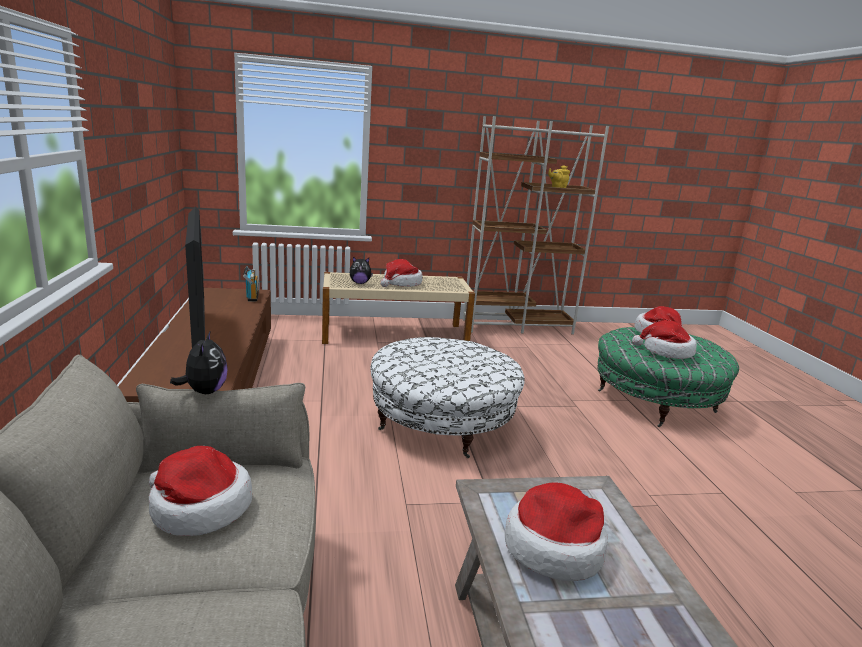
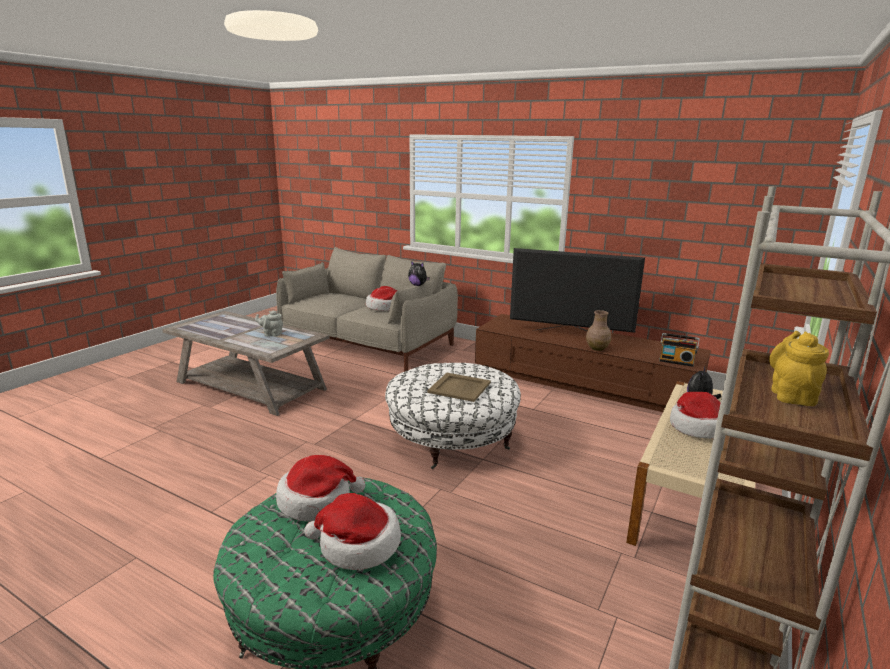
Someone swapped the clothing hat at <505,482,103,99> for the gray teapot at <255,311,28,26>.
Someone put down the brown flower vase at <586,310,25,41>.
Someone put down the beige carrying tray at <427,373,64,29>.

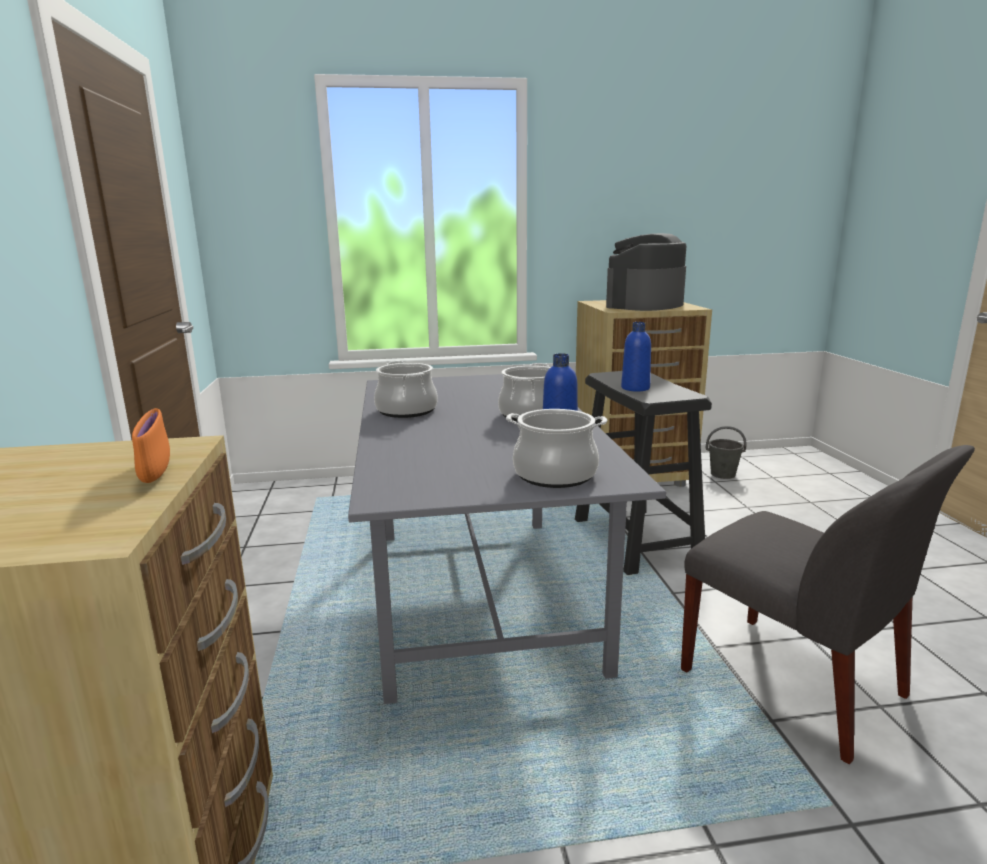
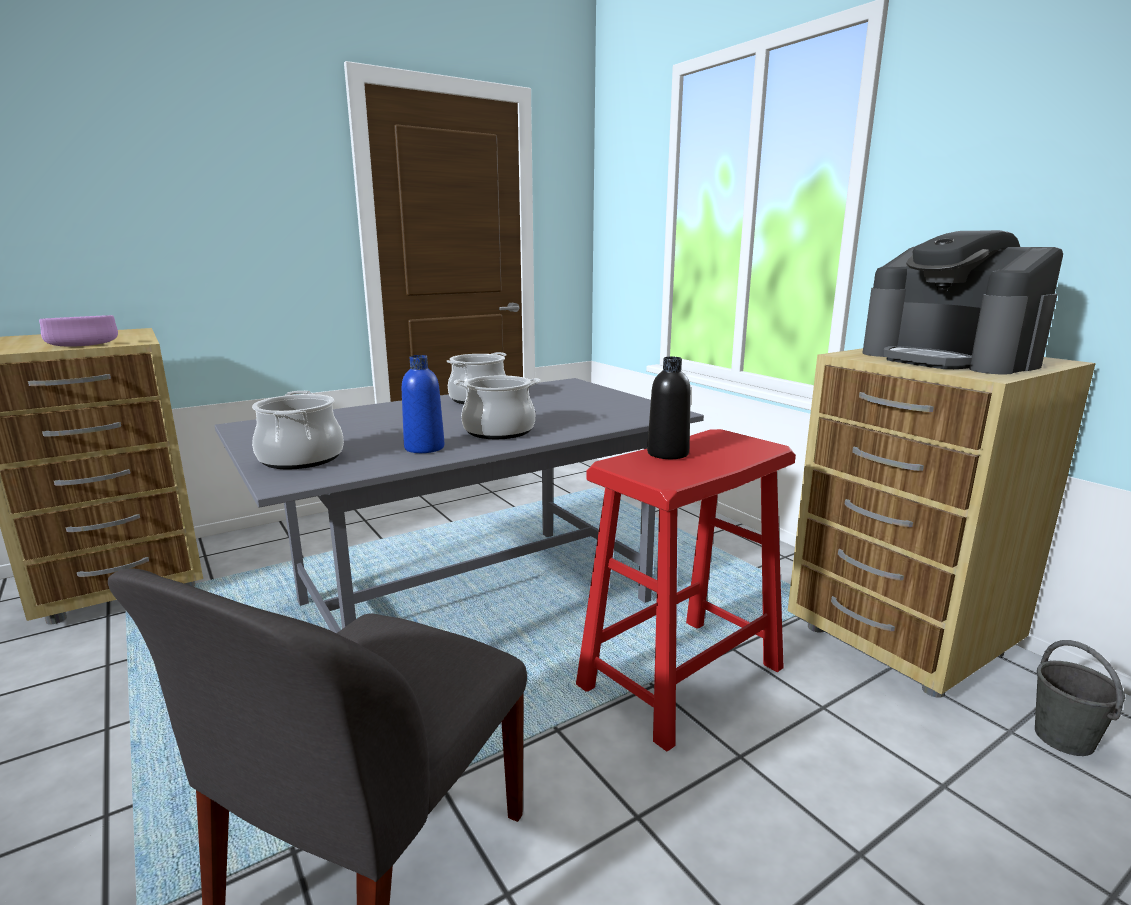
Someone rotated the coffee maker at <606,233,80,78> by 135 degrees counterclockwise.
Someone repainted the blue bottle at <621,322,30,70>, which became the black bottle at <647,357,44,102>.
Someone repainted the black stool at <575,371,137,204>, which became the reddish stool at <576,429,220,322>.
Someone repainted the orange-coloured serving bowl at <132,408,38,75>, which became the purple serving bowl at <39,315,79,32>.

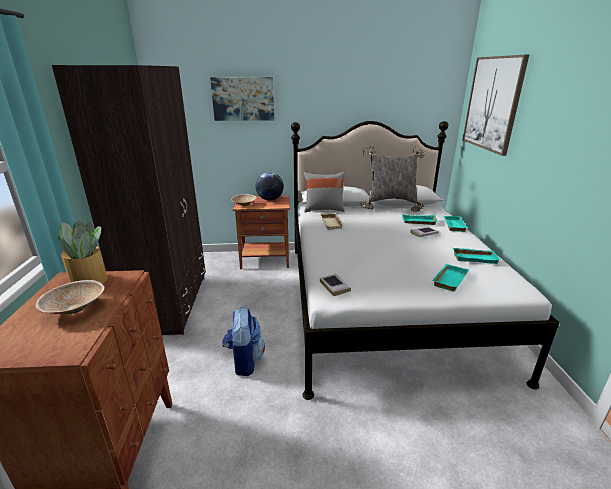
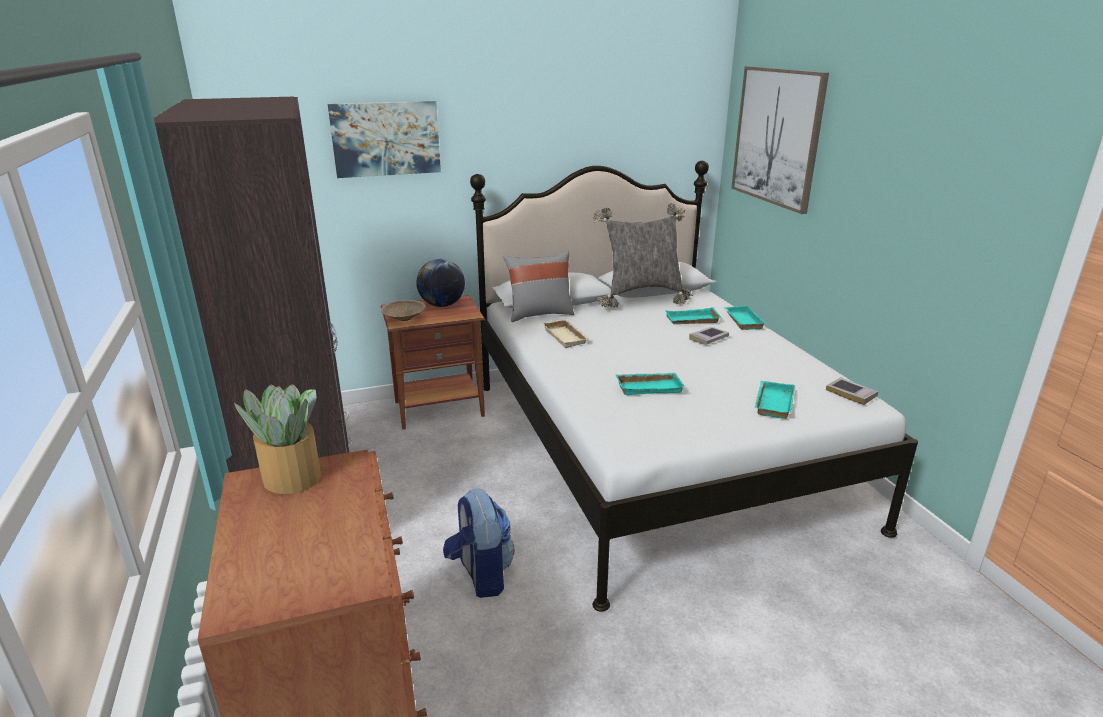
Someone carried the turquoise-coloured carrying tray from <453,248,47,16> to <616,373,68,22>.
Someone carried the book from <320,274,31,22> to <826,377,52,28>.
Someone took away the beige serving bowl at <35,280,70,34>.

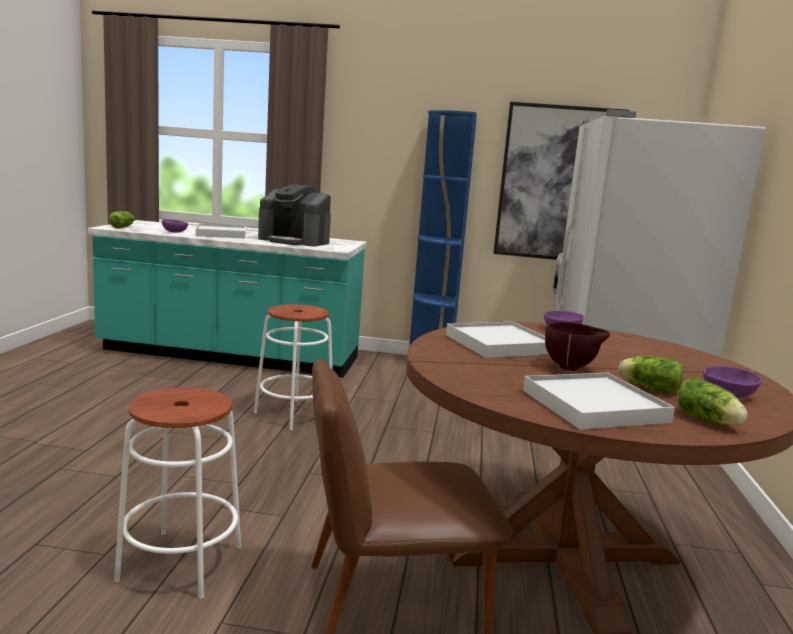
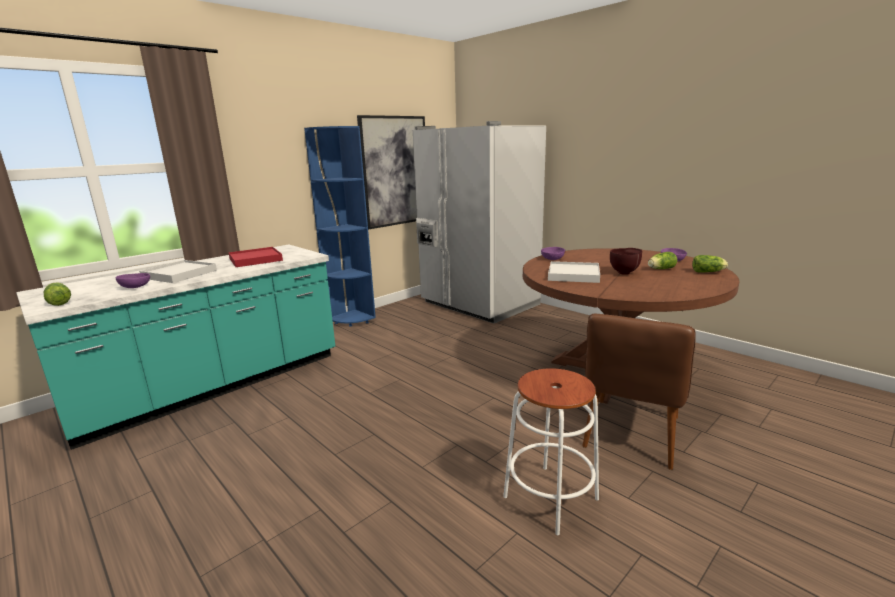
Someone swapped the coffee maker at <258,184,73,62> for the reddish carrying tray at <228,247,55,20>.
Someone took away the whitish stool at <254,304,79,126>.
Someone took away the whitish carrying tray at <523,373,152,57>.

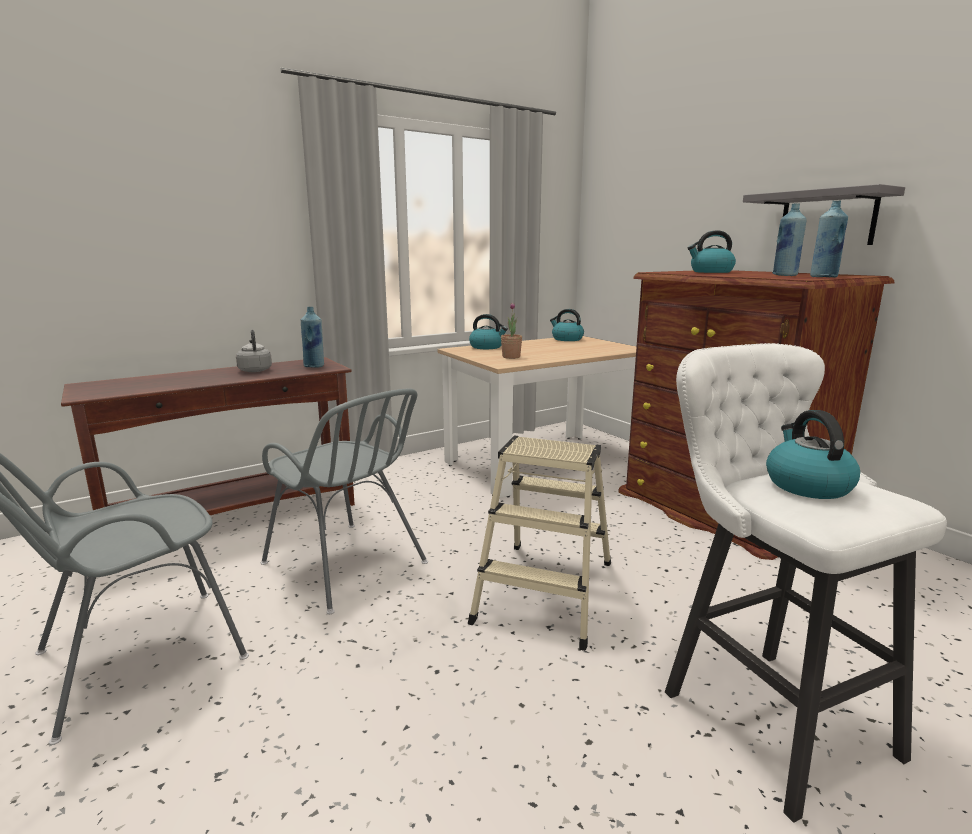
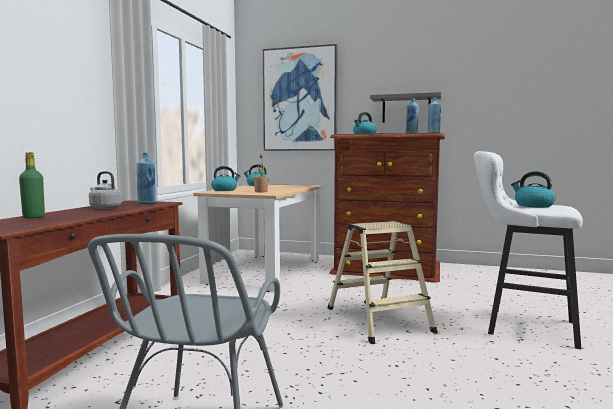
Someone took away the gray upright chair at <261,388,167,226>.
Someone put up the wall art at <263,44,75,107>.
Someone put down the green-coloured bottle at <19,152,26,66>.

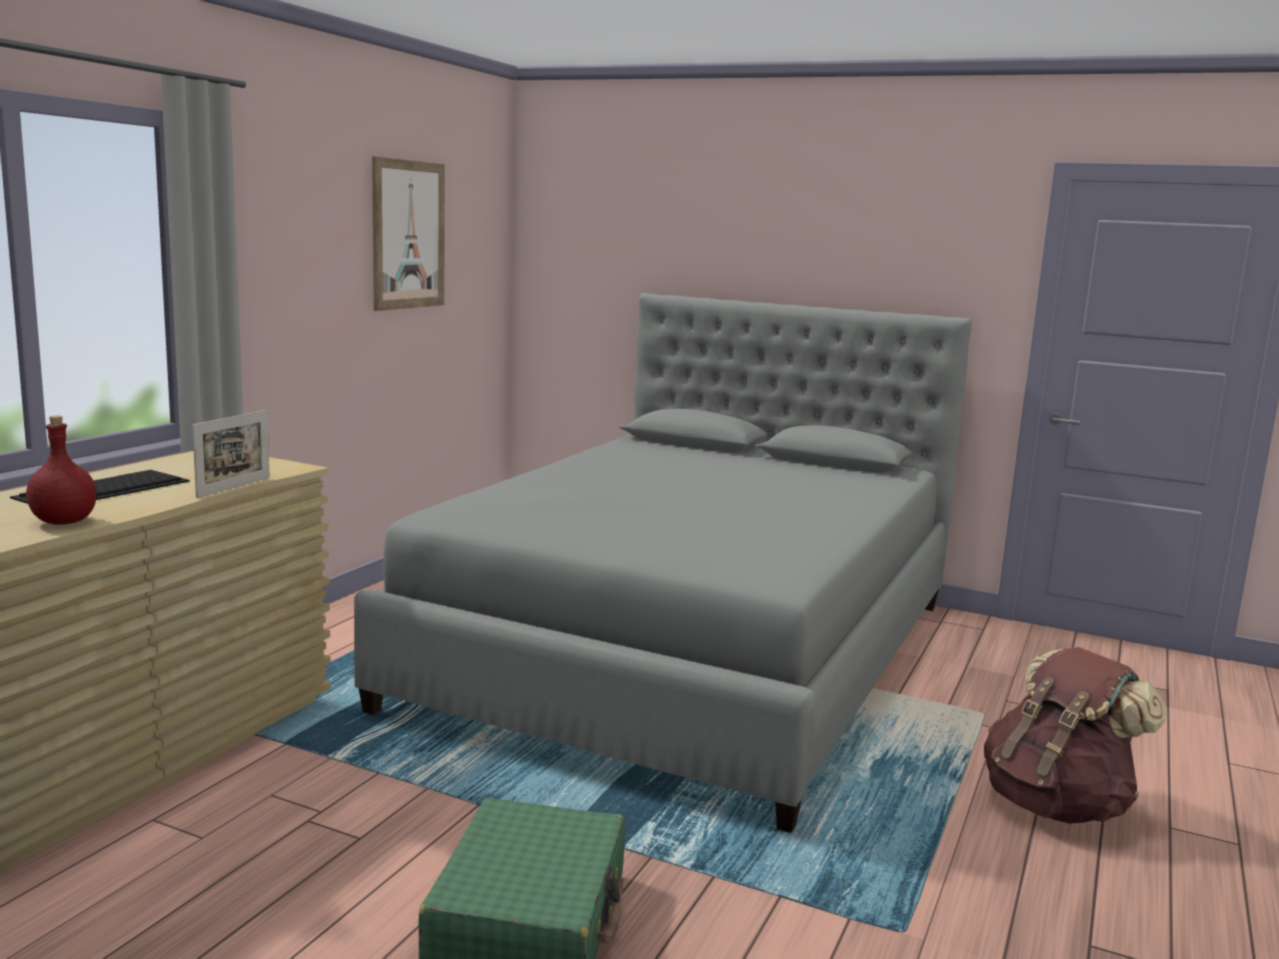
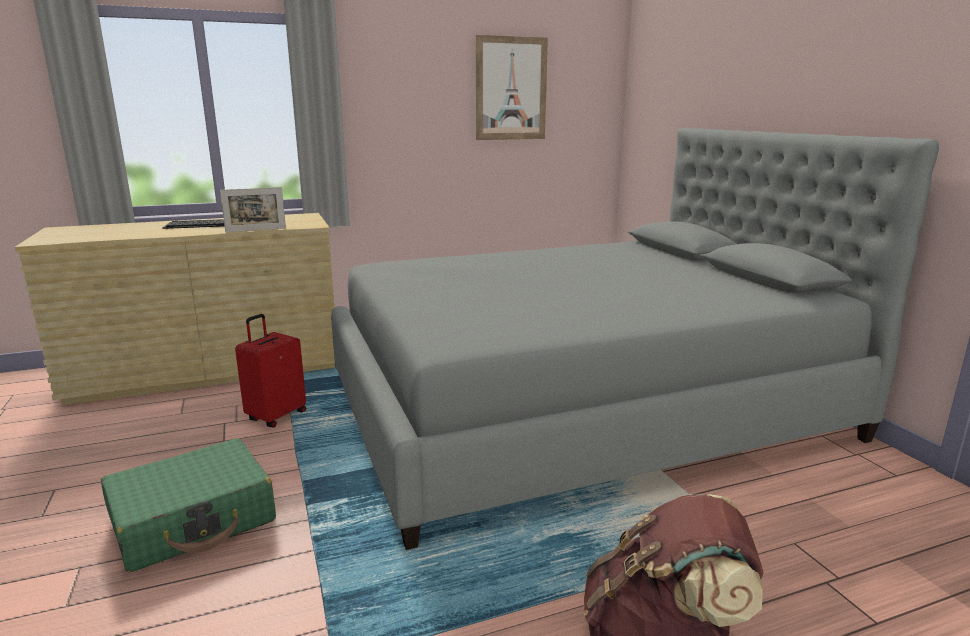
Someone took away the reddish bottle at <26,416,71,109>.
Someone put down the reddish suitcase at <235,314,71,114>.

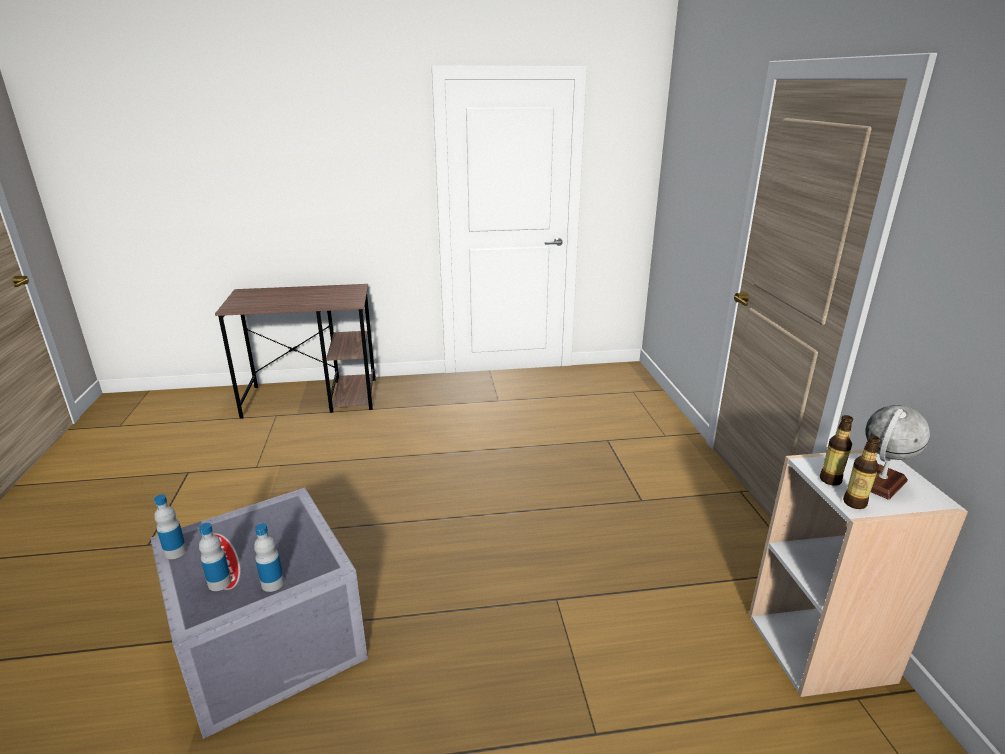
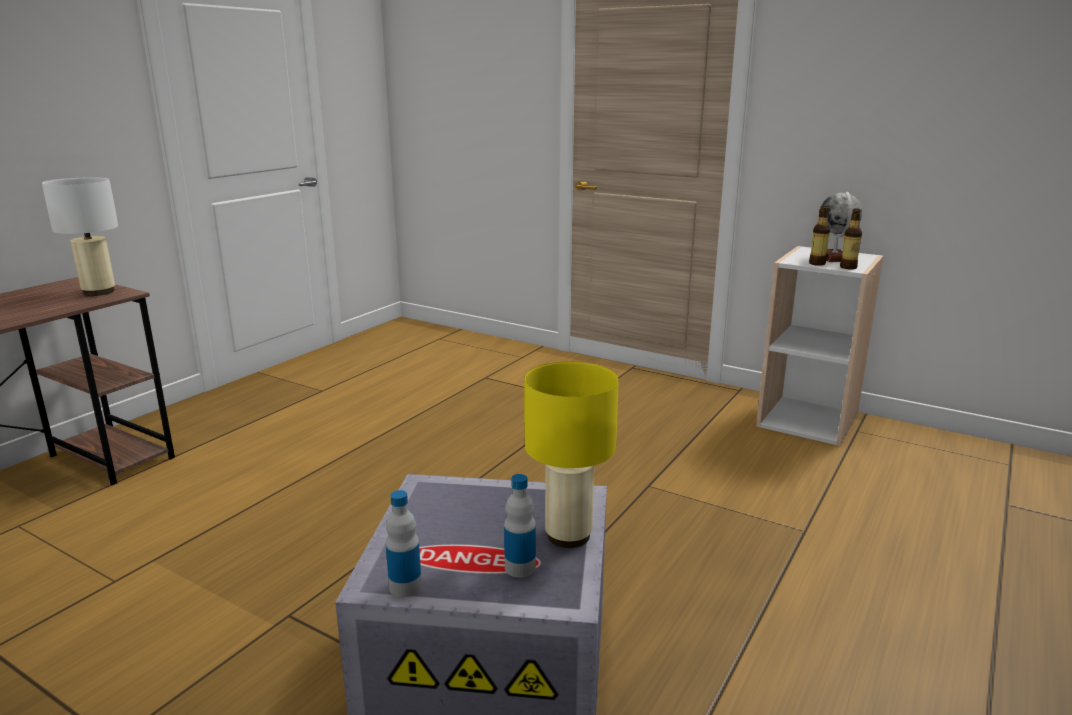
Someone swapped the bottle at <254,523,30,69> for the yellow-coloured table lamp at <524,362,94,186>.
Someone put down the whitish table lamp at <42,177,76,119>.

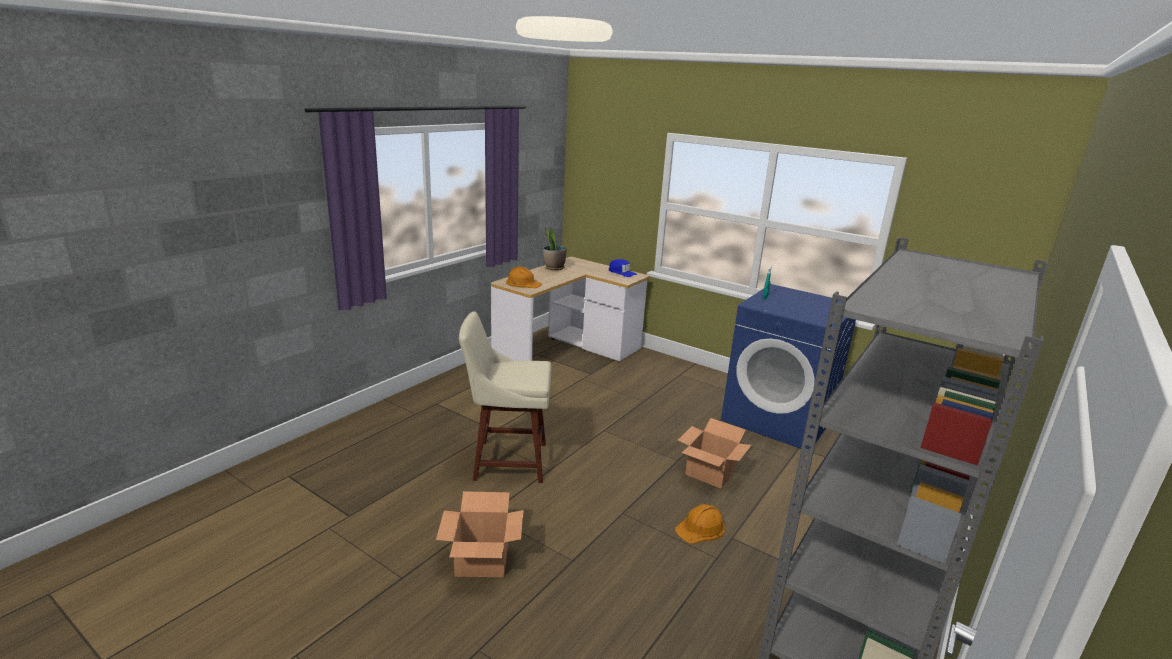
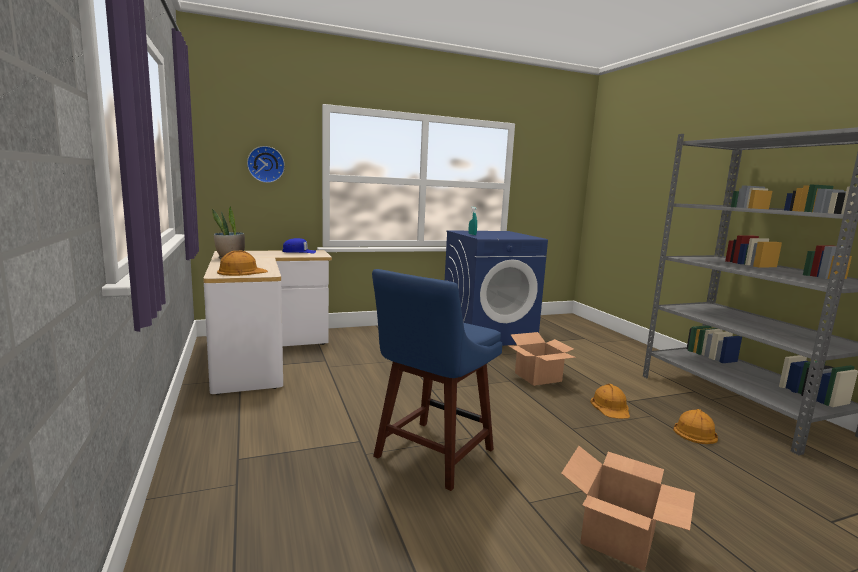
Someone repainted the beige stool at <459,312,92,171>, which became the blue stool at <372,269,130,222>.
Someone put up the clock on the wall at <247,146,38,37>.
Someone put down the orange-coloured hard hat at <673,409,45,35>.

